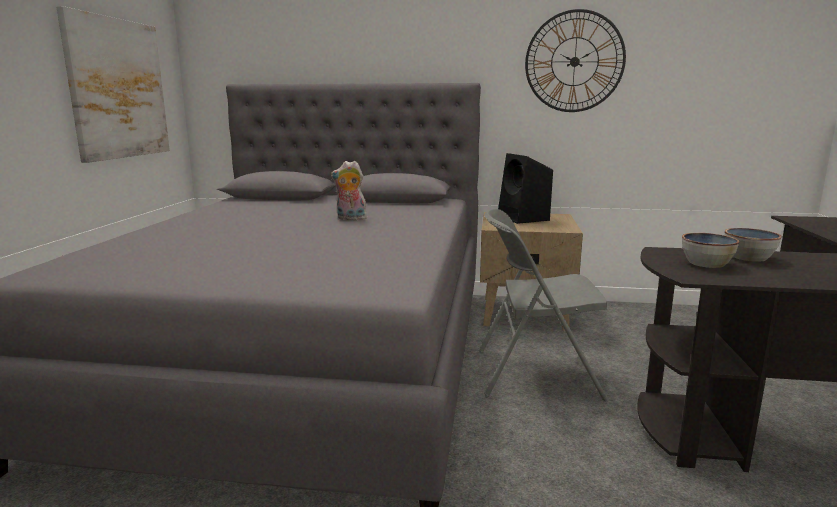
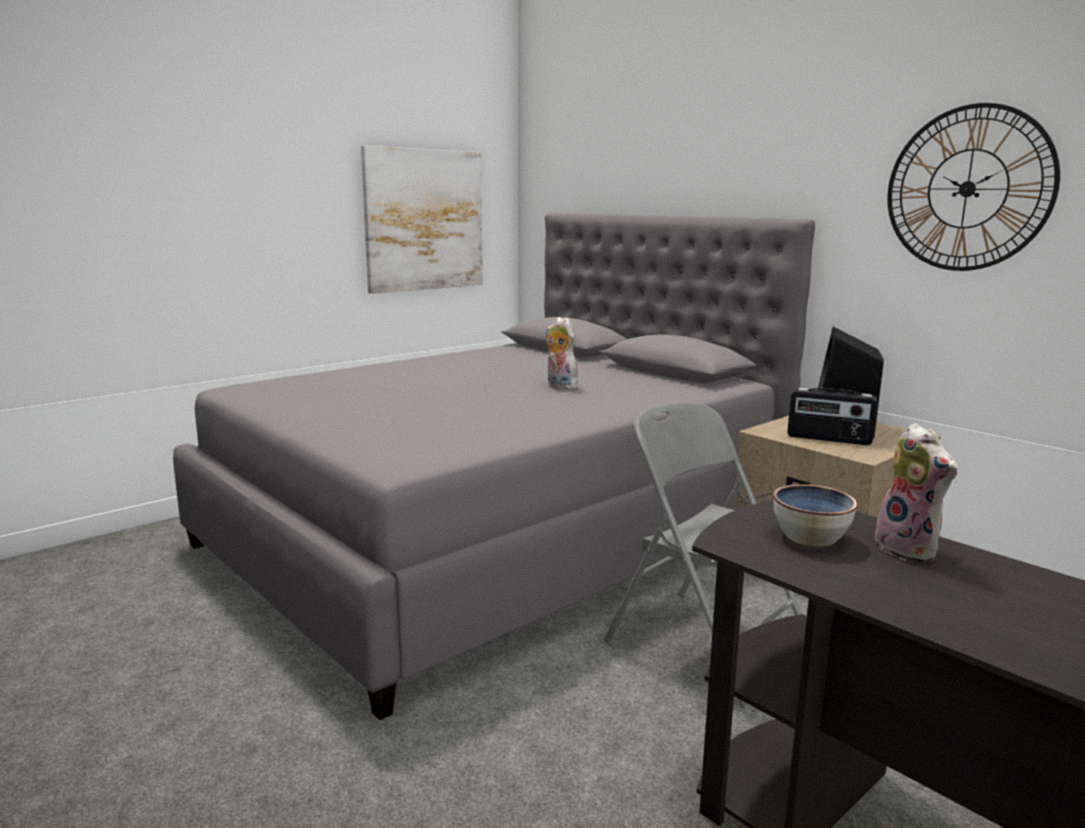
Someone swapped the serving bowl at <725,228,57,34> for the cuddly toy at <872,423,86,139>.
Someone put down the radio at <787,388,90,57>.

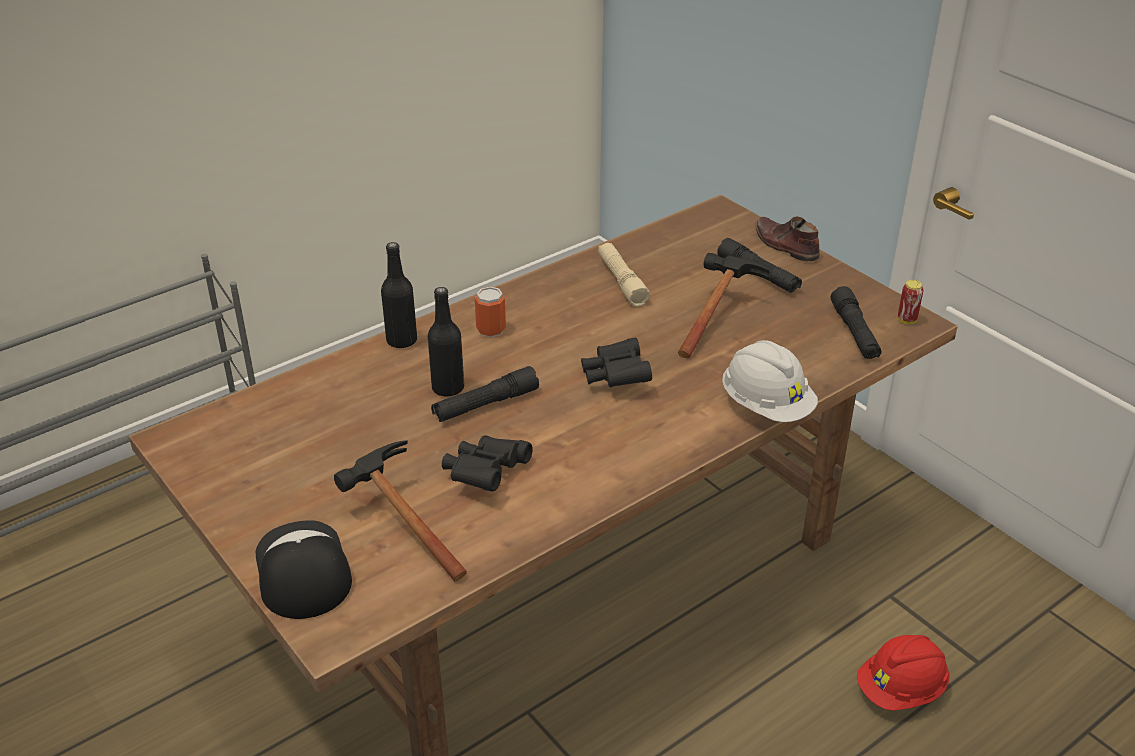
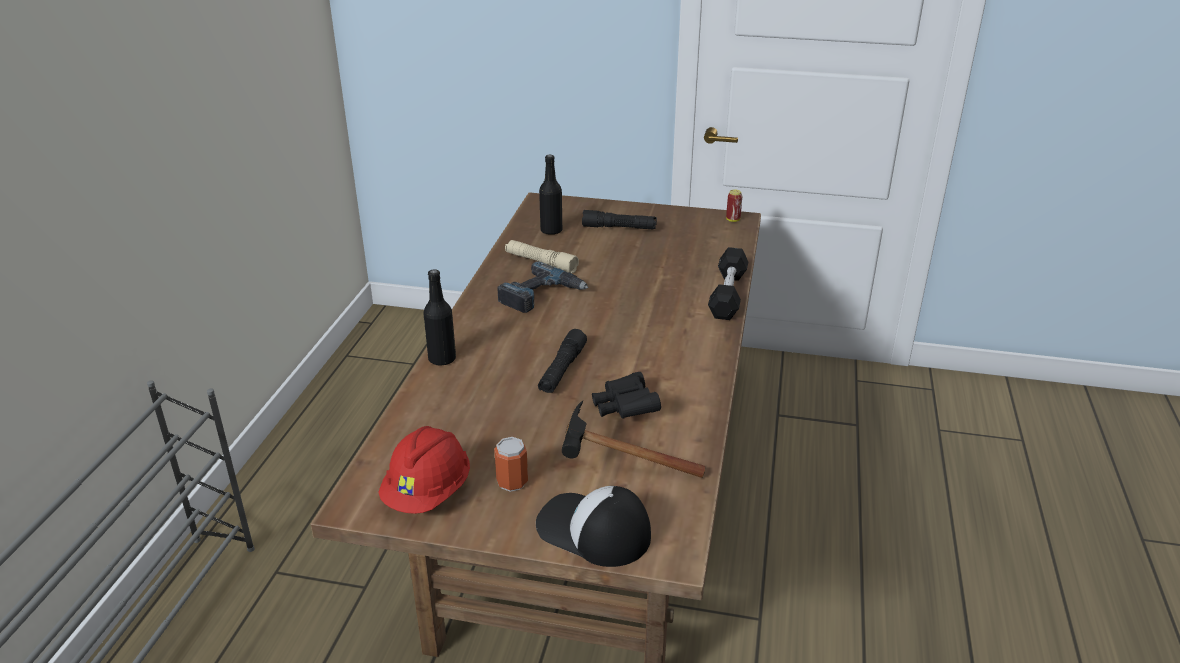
Someone took away the brown item of footwear at <755,216,65,46>.
Someone took away the hammer at <678,253,91,105>.
Someone took away the black flashlight at <831,286,50,73>.
Someone carried the black bottle from <428,287,36,110> to <539,155,23,80>.
Someone carried the metal can from <475,287,31,50> to <494,437,34,55>.
Someone took away the black pair of binoculars at <581,338,71,49>.
Someone swapped the whitish hard hat at <722,340,96,82> for the black dumbbell at <708,247,40,73>.
Someone carried the reddish hard hat from <857,635,93,76> to <378,426,92,88>.
Someone put down the electric drill at <497,261,91,52>.

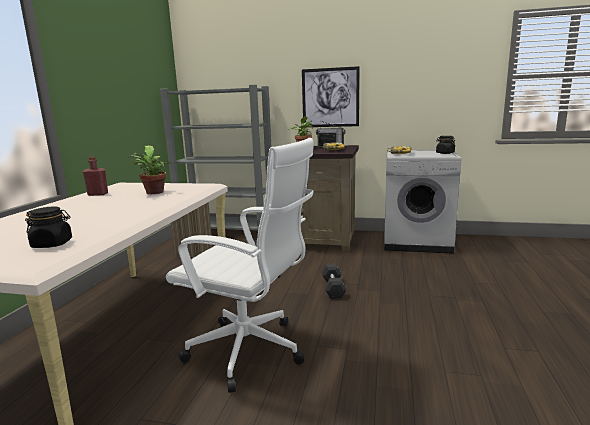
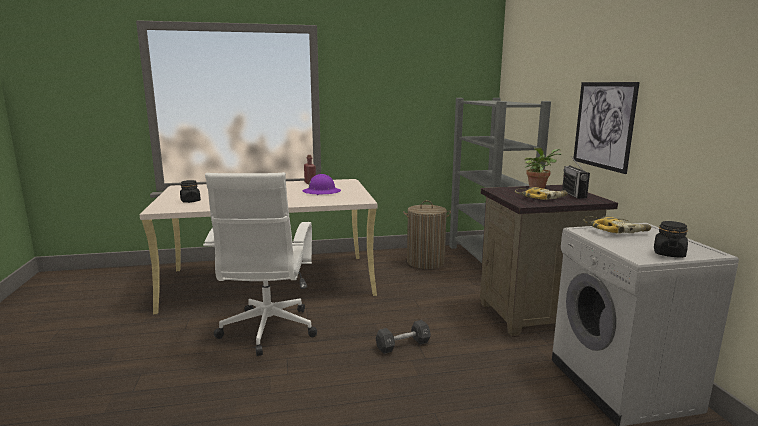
Someone swapped the houseplant at <129,145,45,49> for the purple hard hat at <303,174,38,21>.

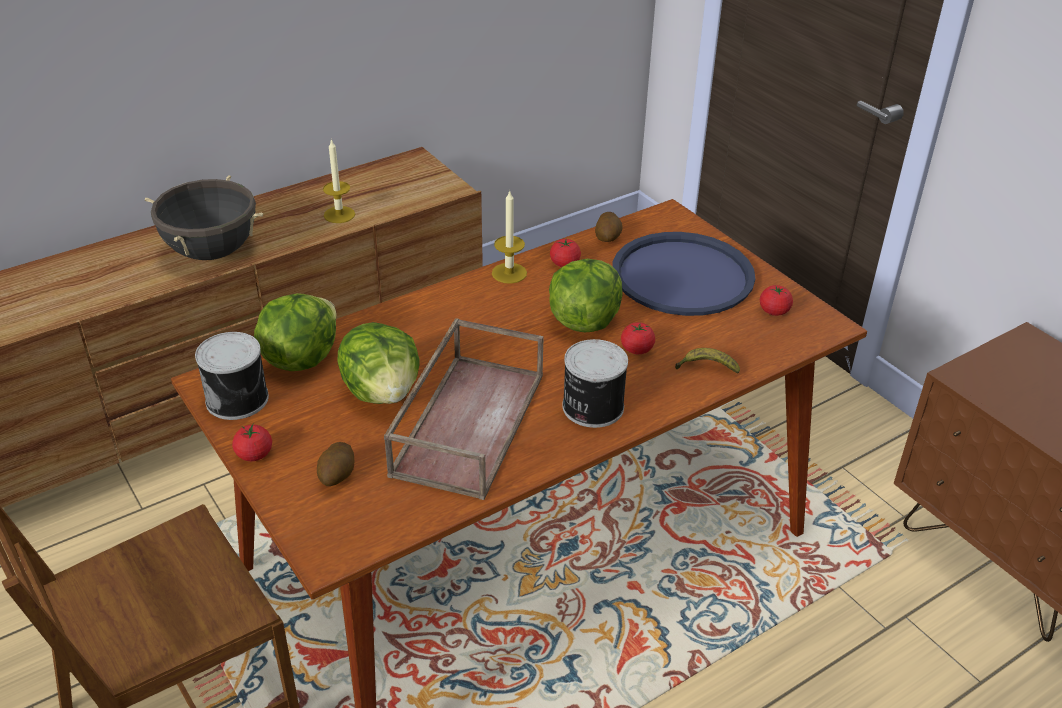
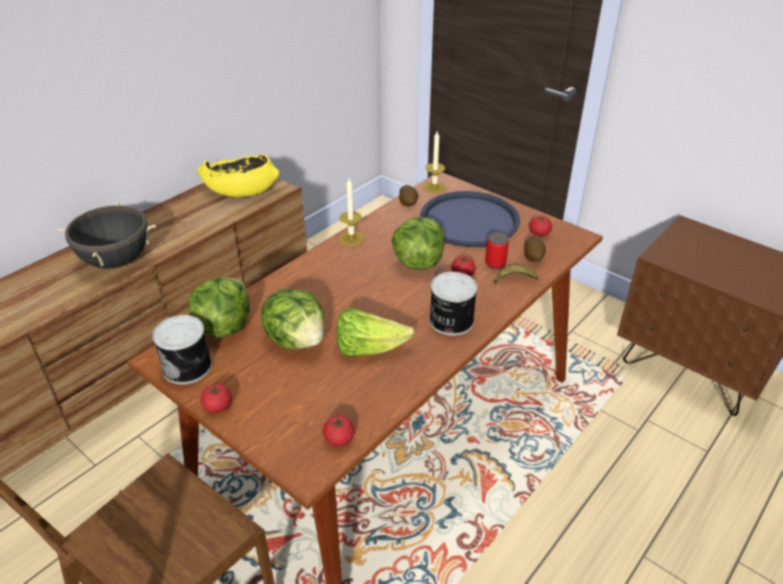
Someone carried the candle from <323,139,32,84> to <423,131,23,63>.
Someone carried the tomato from <550,239,31,28> to <323,415,32,31>.
Someone swapped the brown carrying tray at <384,318,160,182> for the lettuce head at <337,308,78,49>.
Someone carried the spud from <317,442,37,44> to <524,237,22,25>.
Someone put down the yellow-coloured serving bowl at <197,154,83,43>.
Someone put down the metal can at <485,232,24,37>.

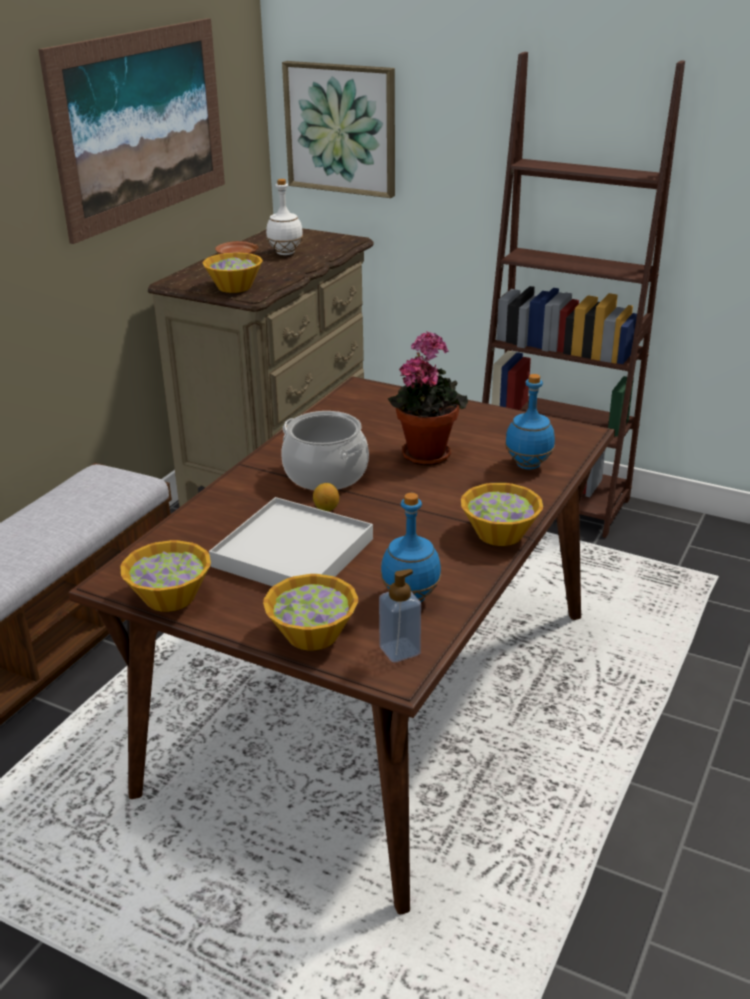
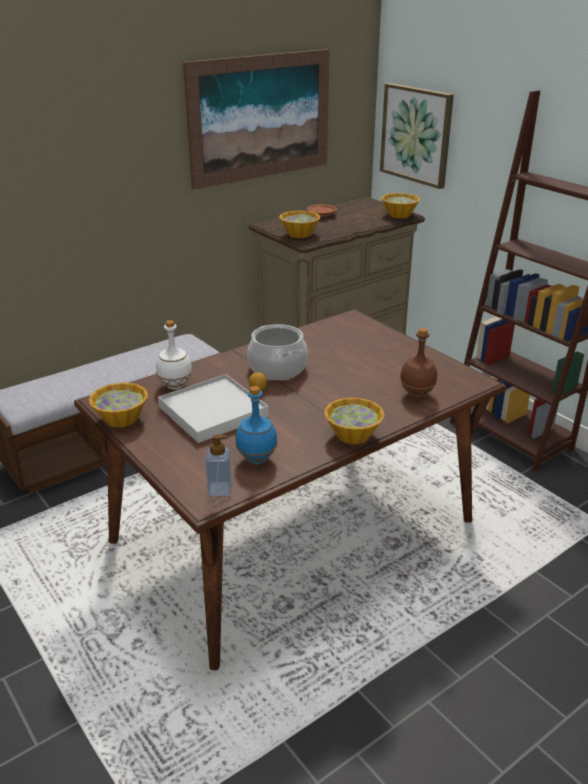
Someone carried the whitish bottle from <266,179,37,76> to <156,320,37,69>.
Someone took away the houseplant at <388,331,80,134>.
Someone repainted the blue bottle at <505,374,50,96>, which became the brown bottle at <400,328,37,70>.
Someone carried the serving bowl from <263,574,95,76> to <381,193,39,26>.

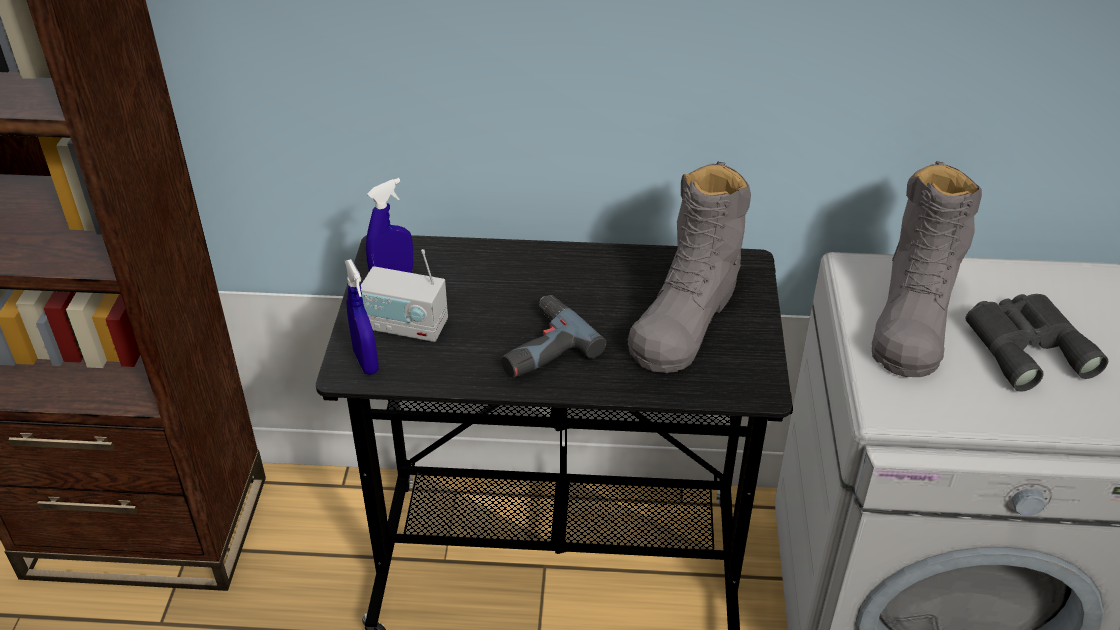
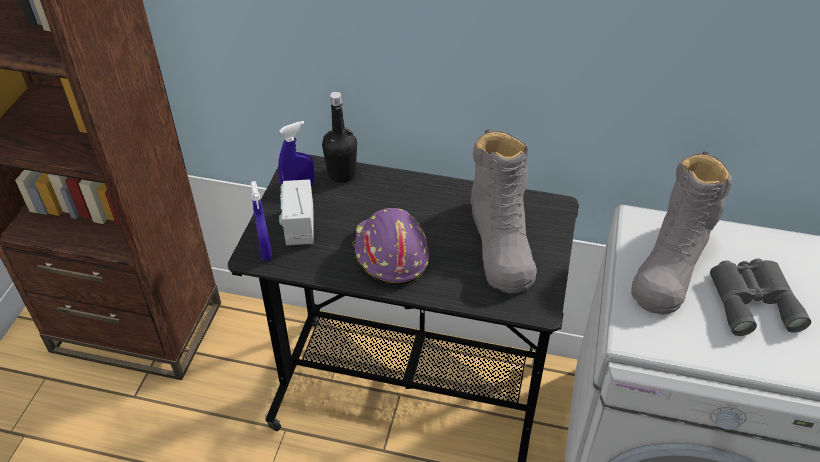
Someone rotated the gray boot at <628,161,123,212> by 45 degrees counterclockwise.
Someone rotated the radio at <361,249,87,93> by 60 degrees clockwise.
Someone swapped the electric drill at <501,295,105,83> for the purple hard hat at <353,208,76,77>.
Someone put down the black bottle at <322,92,35,91>.

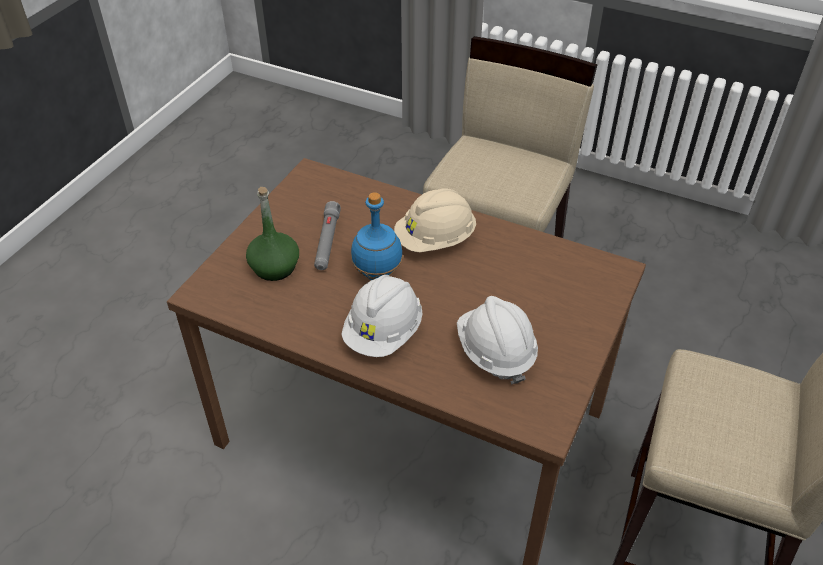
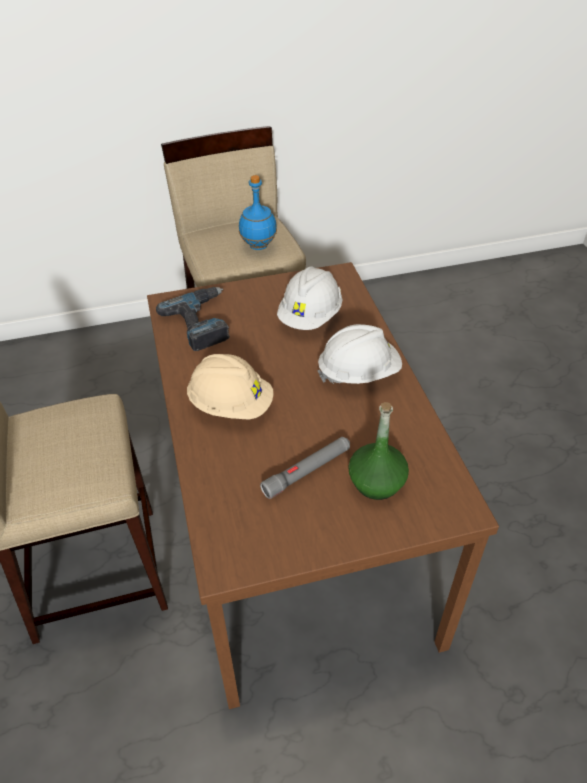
Someone carried the blue bottle from <351,192,52,88> to <239,175,38,75>.
Someone put down the electric drill at <156,287,74,64>.

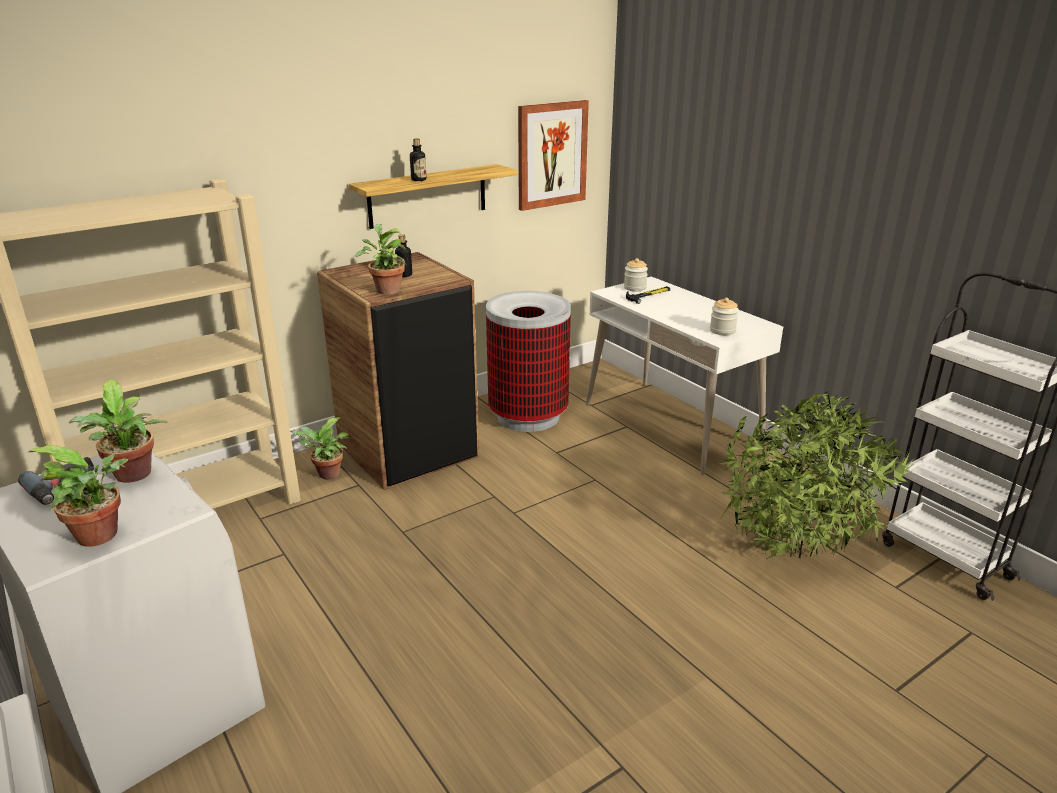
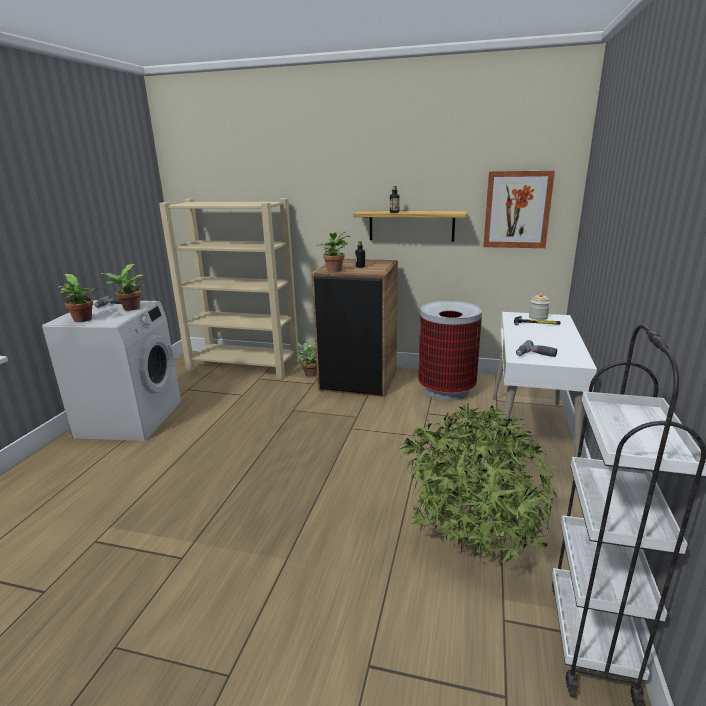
Someone swapped the jar at <710,298,29,37> for the electric drill at <516,340,41,17>.

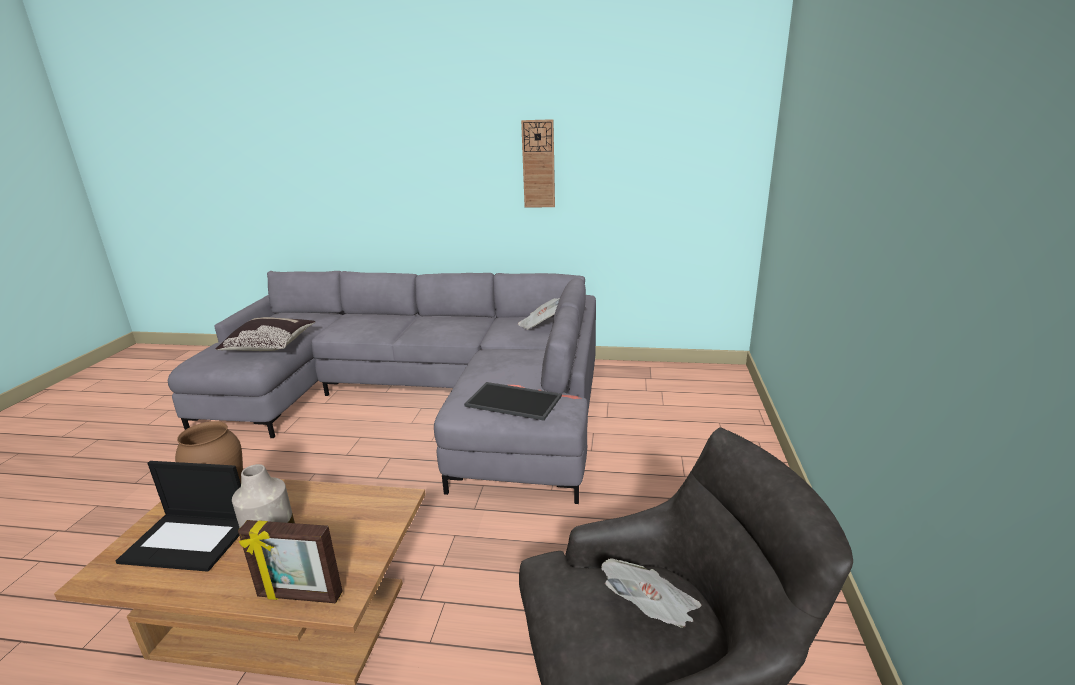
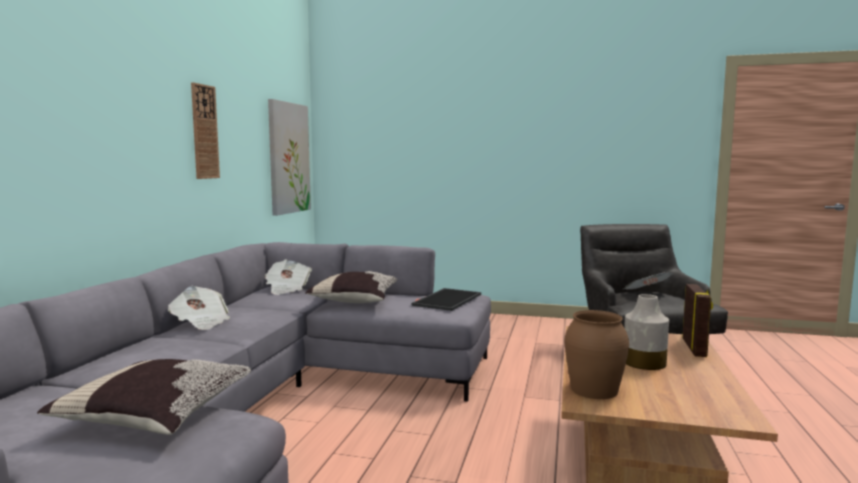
Someone took away the portable computer at <116,461,125,111>.
Someone put up the wall art at <268,99,43,117>.
Someone put down the throw pillow at <306,271,91,32>.
Someone put down the printed paper at <168,286,62,44>.

